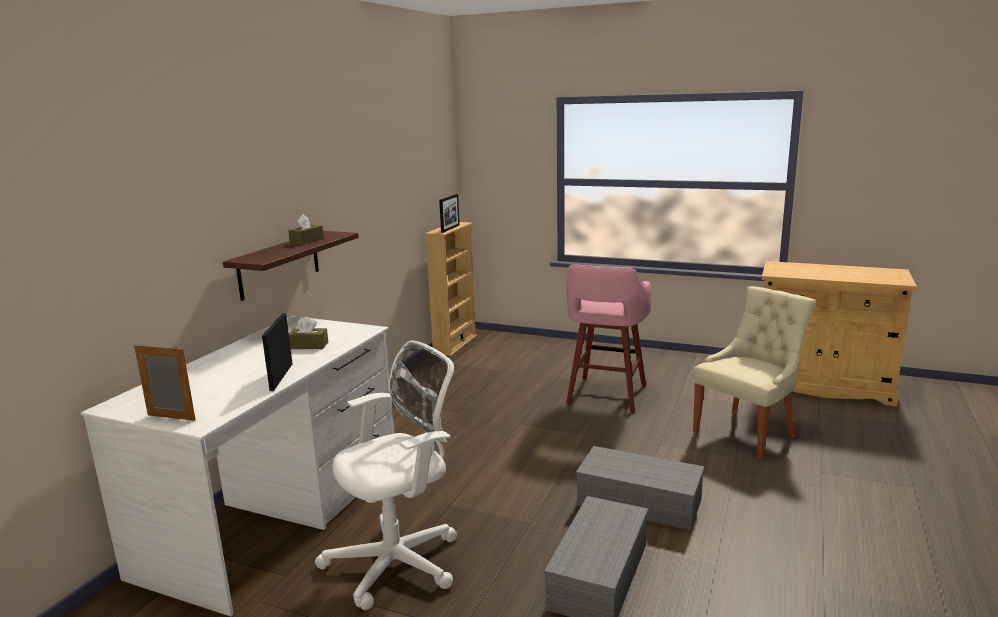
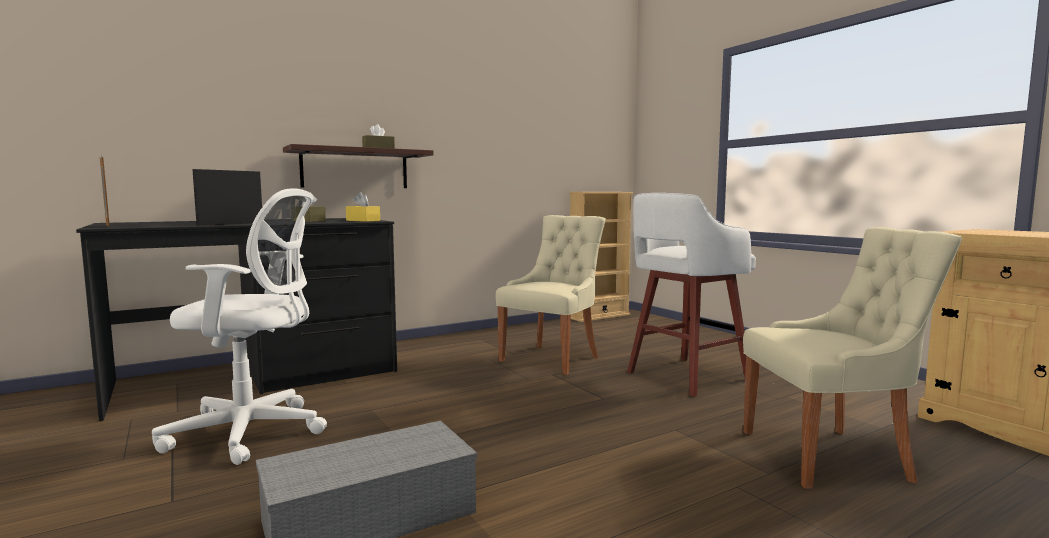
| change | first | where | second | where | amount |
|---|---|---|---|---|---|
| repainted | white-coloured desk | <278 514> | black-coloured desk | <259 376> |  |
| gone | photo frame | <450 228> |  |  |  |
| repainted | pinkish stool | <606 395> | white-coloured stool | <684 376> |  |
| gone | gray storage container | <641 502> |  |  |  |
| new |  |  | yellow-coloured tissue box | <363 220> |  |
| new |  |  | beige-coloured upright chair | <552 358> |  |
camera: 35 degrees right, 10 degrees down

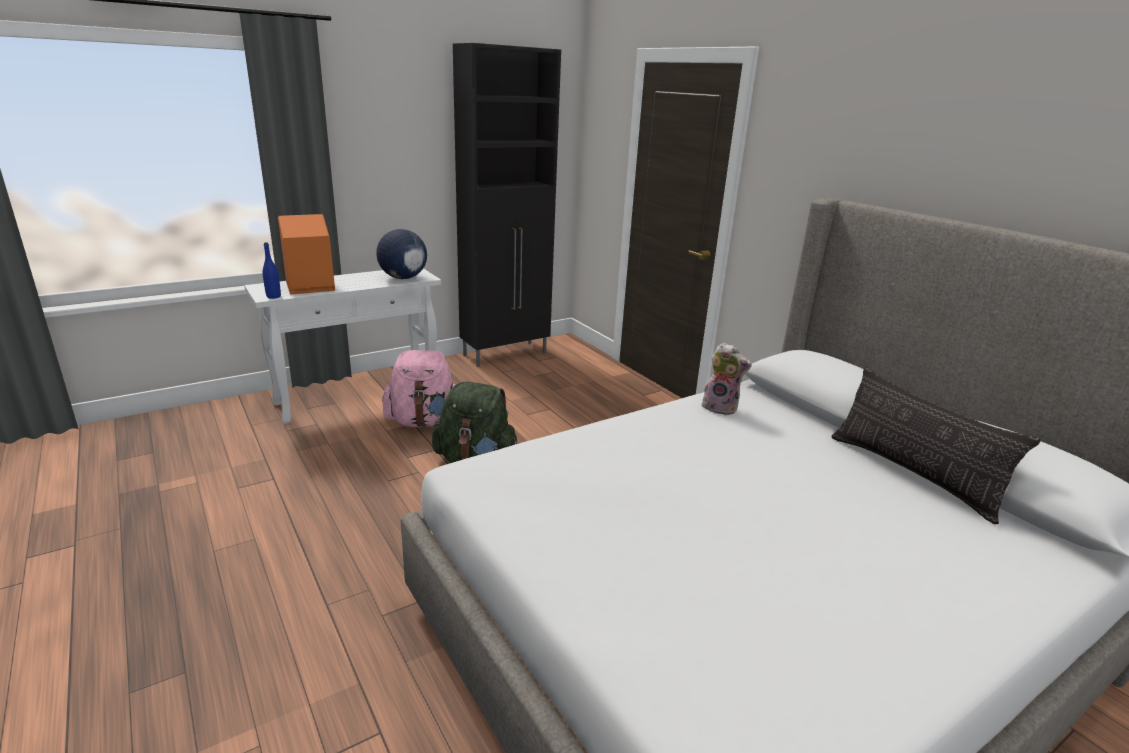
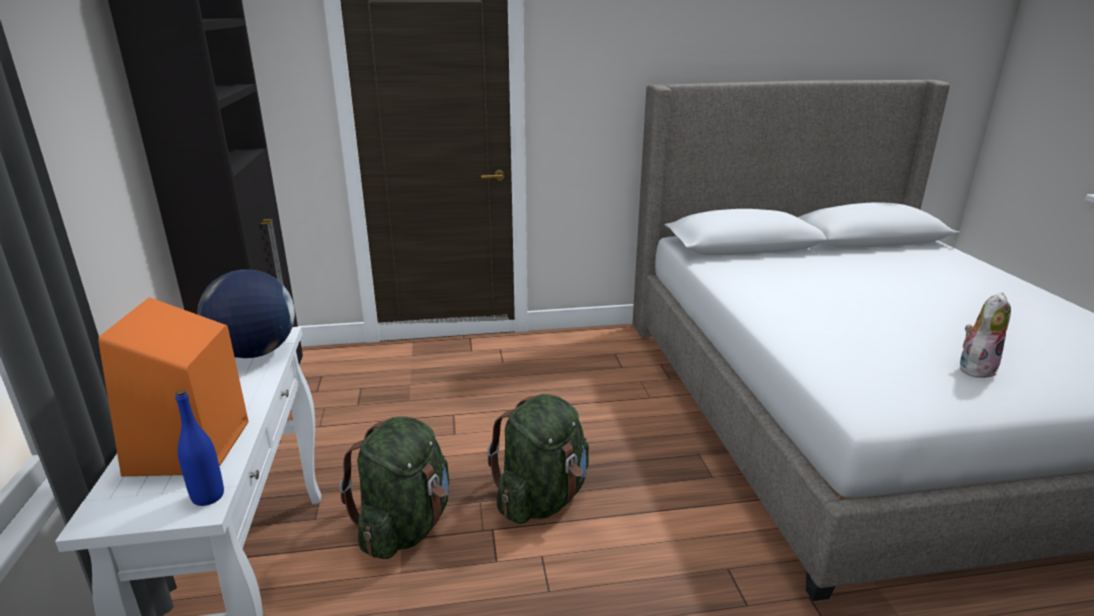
| change | first | where | second | where | amount |
|---|---|---|---|---|---|
| repainted | pinkish rucksack | <424 421> | greenish rucksack | <405 526> |  |
| shifted | plush toy | <721 407> |  | <975 367> |  |
| gone | throw pillow | <912 474> |  |  |  |
camera: 65 degrees left, 0 degrees up

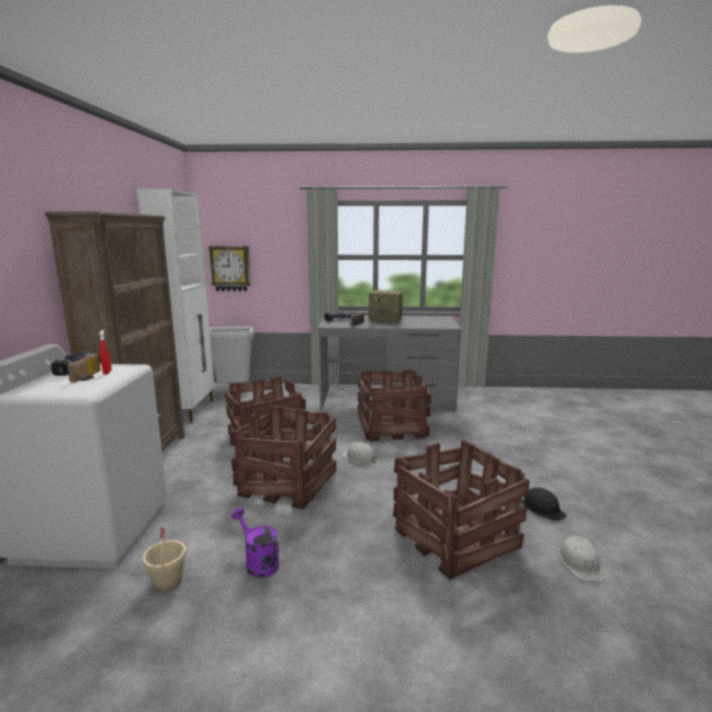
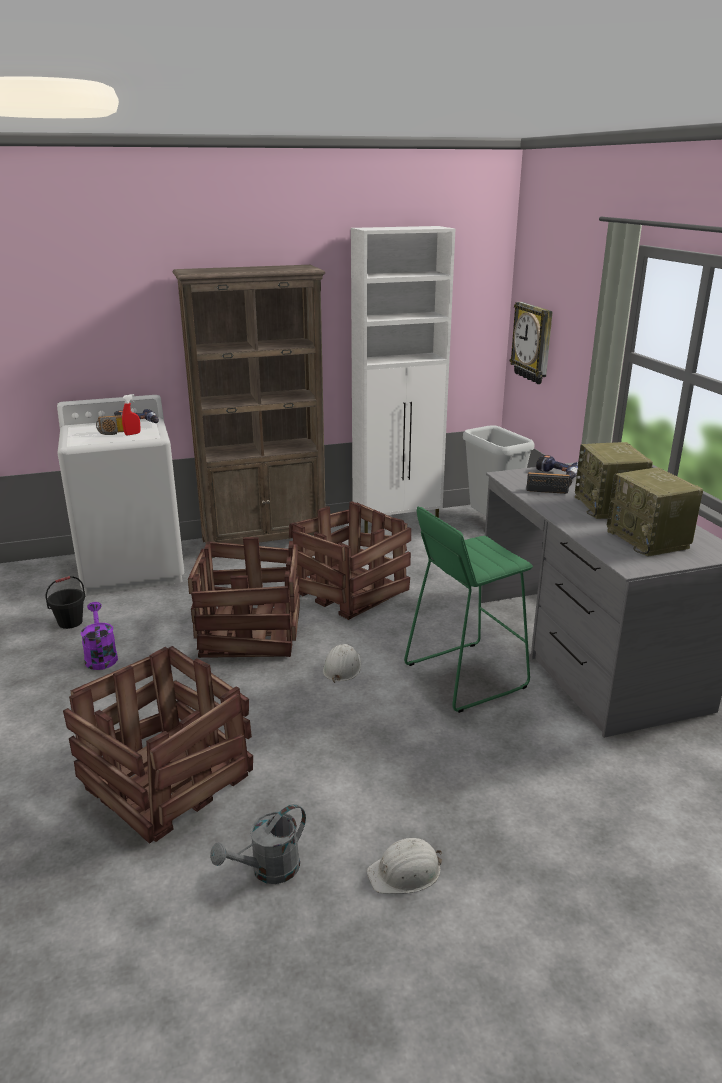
| change | first | where | second | where | amount |
|---|---|---|---|---|---|
| repainted | beige-coloured water bucket | <167 581> | black-coloured water bucket | <70 622> |  |
| rotated | purplish watering can | <258 562> |  | <100 656> | 45 degrees counterclockwise |
| swapped | crate | <390 428> | greenish stool | <465 675> |  |
| swapped | black-coloured work helmet | <542 508> | gray watering can | <268 870> |  |
| shifted | white-coloured work helmet | <580 563> |  | <405 872> |  |
| new |  |  | radio receiver | <649 540> |  |
camera: 70 degrees right, 10 degrees up

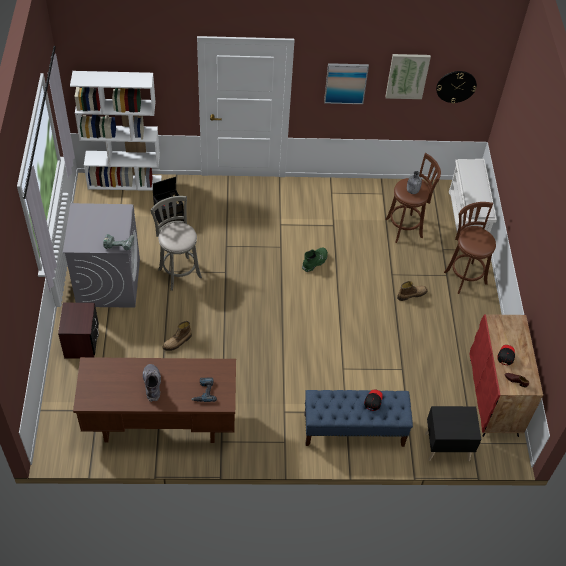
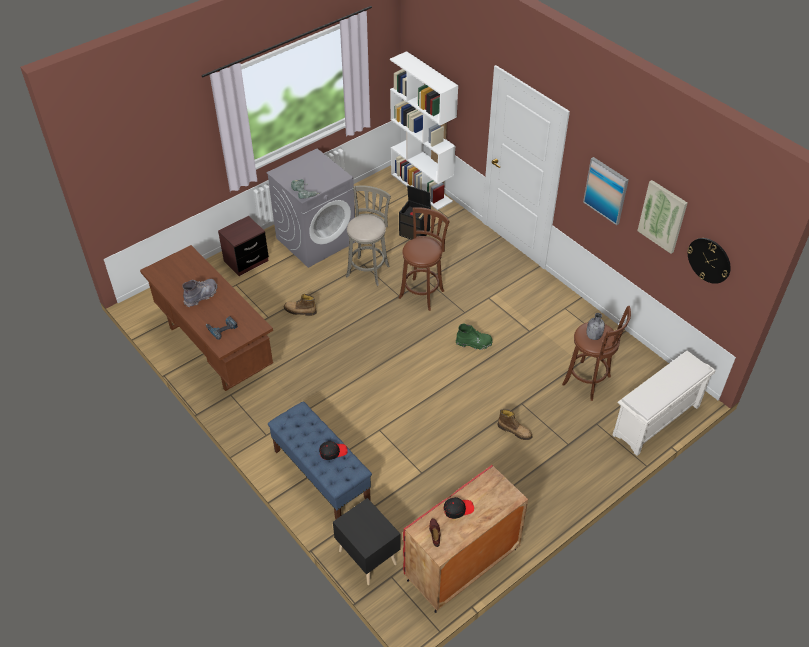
| change | first | where | second | where | amount |
|---|---|---|---|---|---|
| shifted | brownish stool | <464 276> |  | <422 293> |  |
camera: 55 degrees right, 5 degrees down

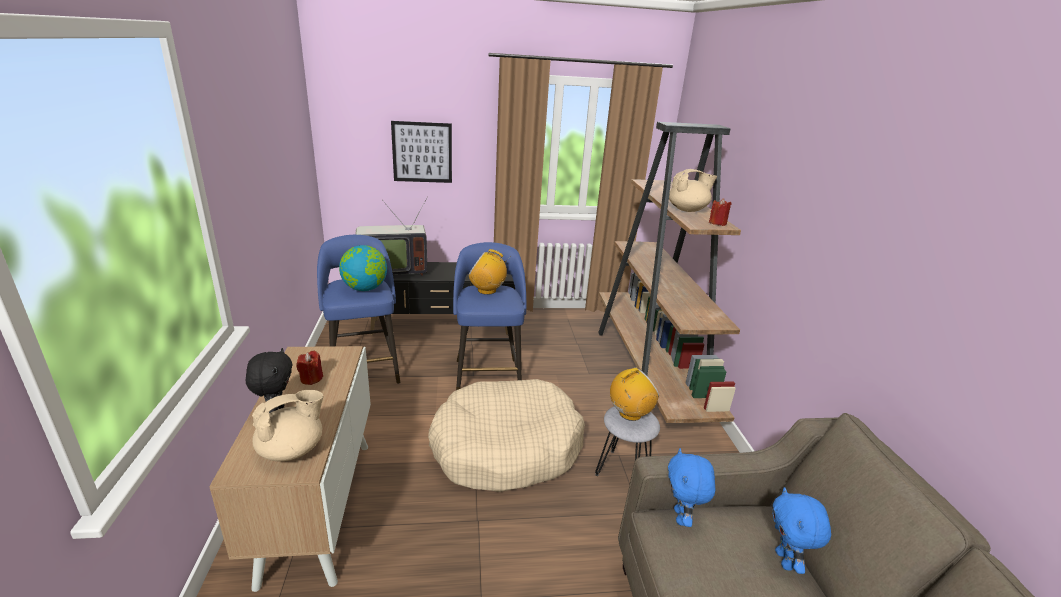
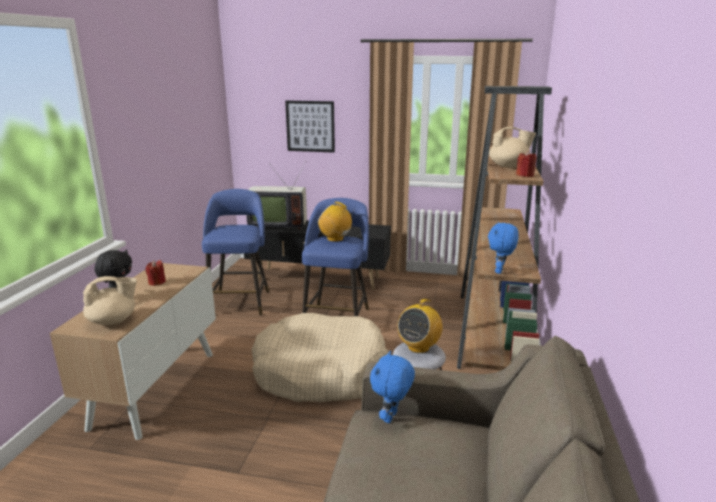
| change | first | where | second | where | amount |
|---|---|---|---|---|---|
| gone | desk globe | <365 289> |  |  |  |
| rotated | radio receiver | <630 413> |  | <418 347> | 135 degrees clockwise |
| shifted | bluish plush toy | <785 561> |  | <500 271> |  |
camera: 20 degrees right, 5 degrees down

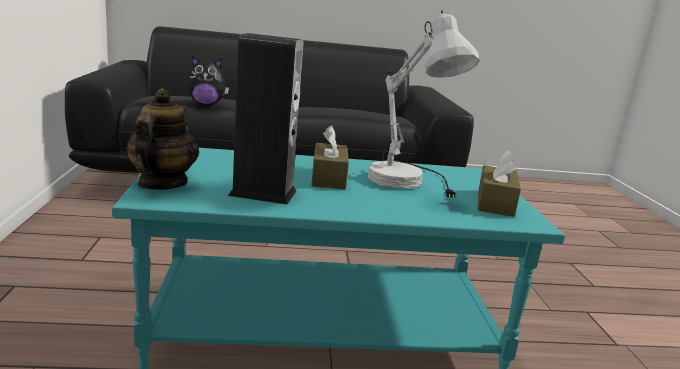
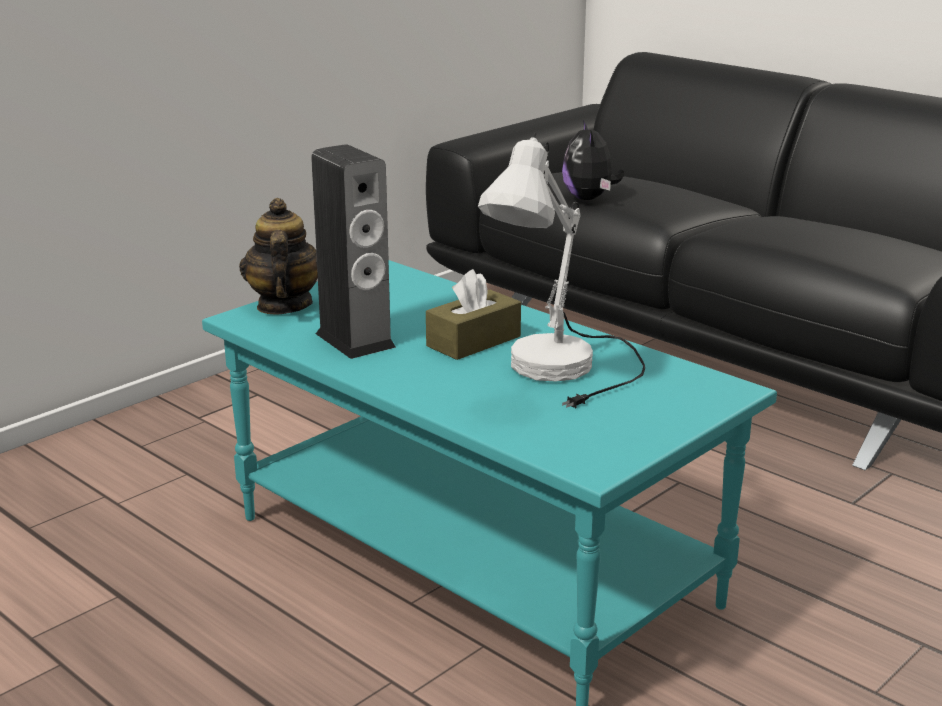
| change | first | where | second | where | amount |
|---|---|---|---|---|---|
| rotated | teapot | <162 183> |  | <283 306> | 60 degrees counterclockwise |
| rotated | plush toy | <206 104> |  | <589 198> | 45 degrees clockwise |
| gone | brownish tissue box | <495 203> |  |  |  |
camera: 50 degrees right, 5 degrees up

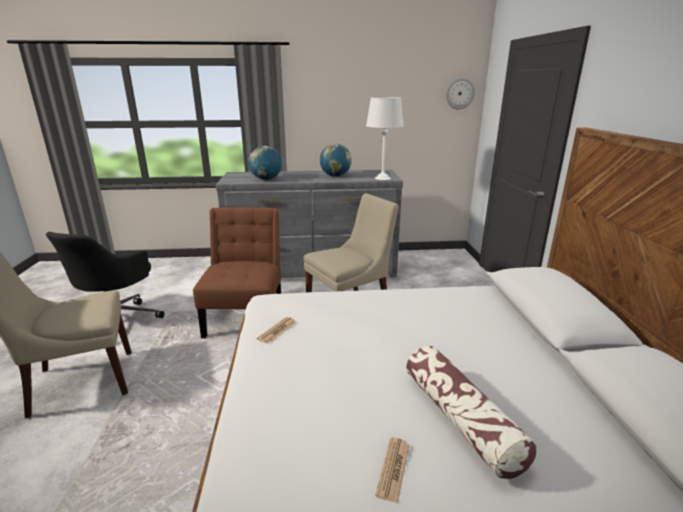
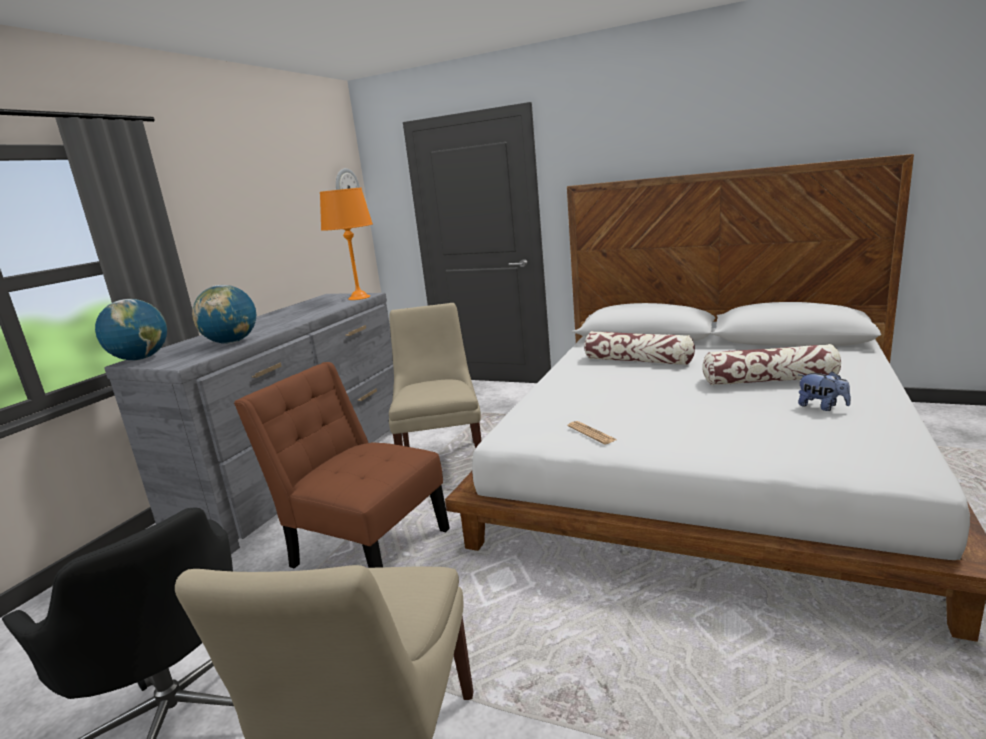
| change | first | where | second | where | amount |
|---|---|---|---|---|---|
| shifted | desk globe | <335 176> |  | <140 359> |  |
| repainted | white-coloured lamp for a table | <383 178> | orange-coloured lamp for a table | <359 297> |  |
| swapped | newspaper | <393 469> | plush toy | <822 407> |  |
| new |  |  | throw pillow | <638 361> |  |
camera: 60 degrees left, 5 degrees down

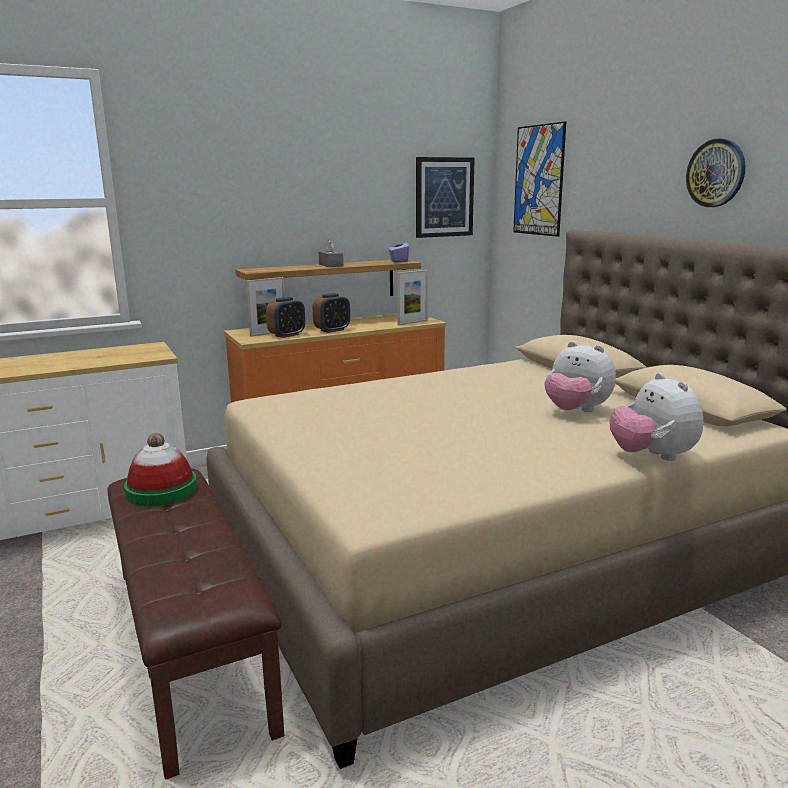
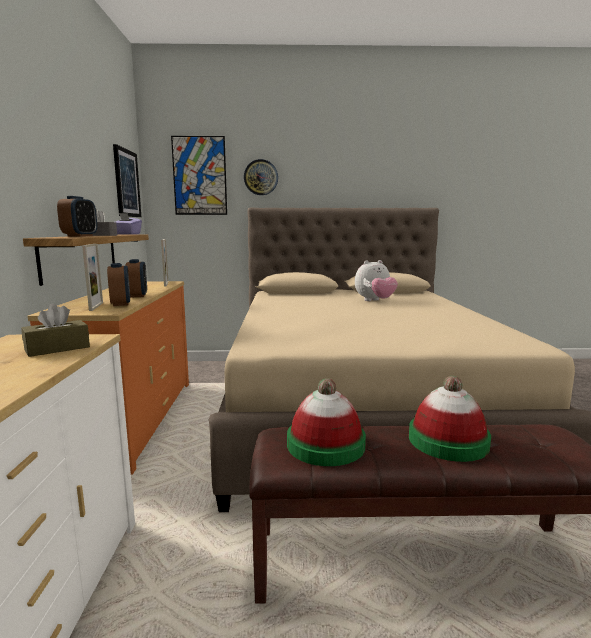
| change | first | where | second | where | amount |
|---|---|---|---|---|---|
| gone | plush toy | <652 456> |  |  |  |
| shifted | clock on the wall | <716 173> |  | <261 177> |  |
| new |  |  | brownish tissue box | <57 348> |  |
| new |  |  | table clock | <80 236> |  |
| new |  |  | hat | <448 441> |  |
camera: 65 degrees left, 5 degrees down

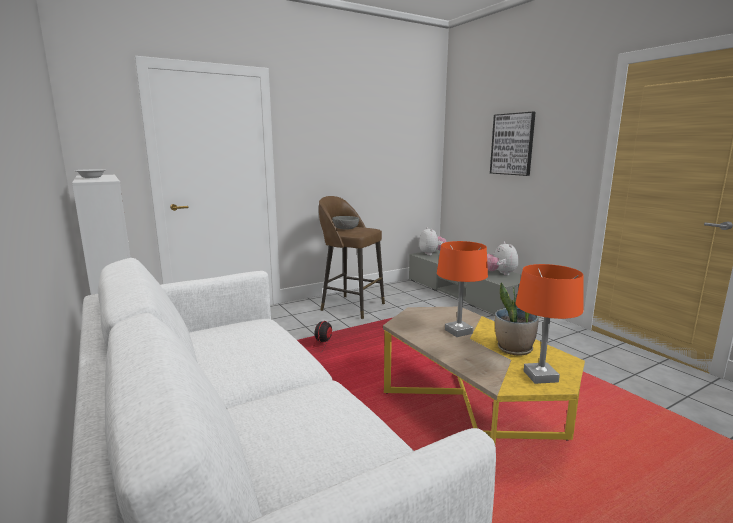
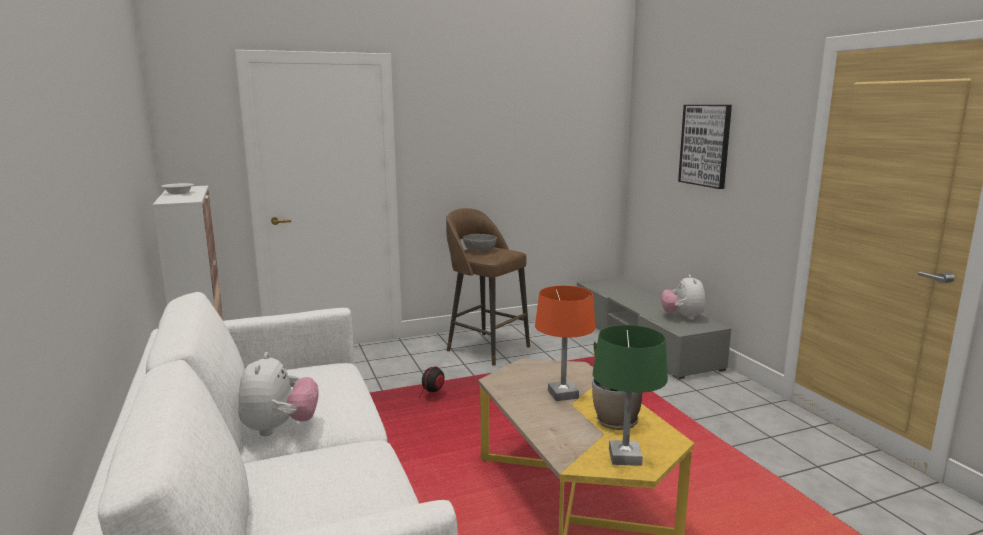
| change | first | where | second | where | amount |
|---|---|---|---|---|---|
| shifted | plush toy | <431 254> |  | <279 428> |  |
| repainted | orange-coloured lamp for a table | <540 377> | greenish lamp for a table | <625 457> |  |
camera: 10 degrees right, 0 degrees up

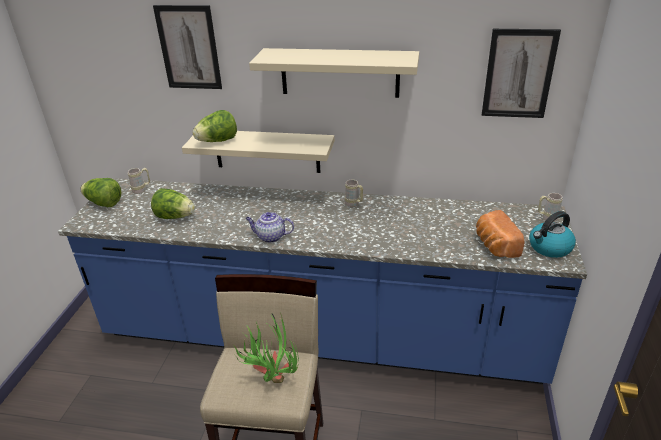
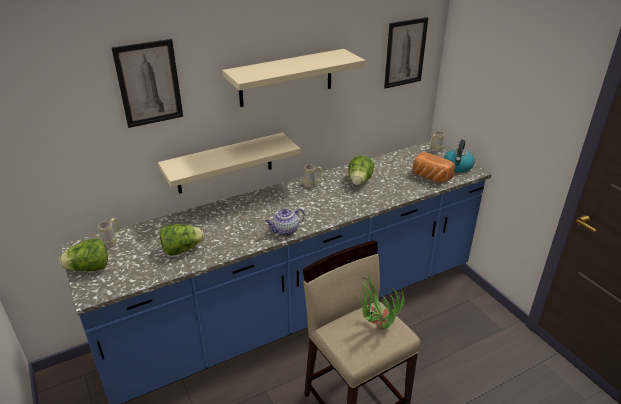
| change | first | where | second | where | amount |
|---|---|---|---|---|---|
| shifted | lettuce | <218 141> |  | <359 182> |  |
camera: 40 degrees left, 0 degrees up

